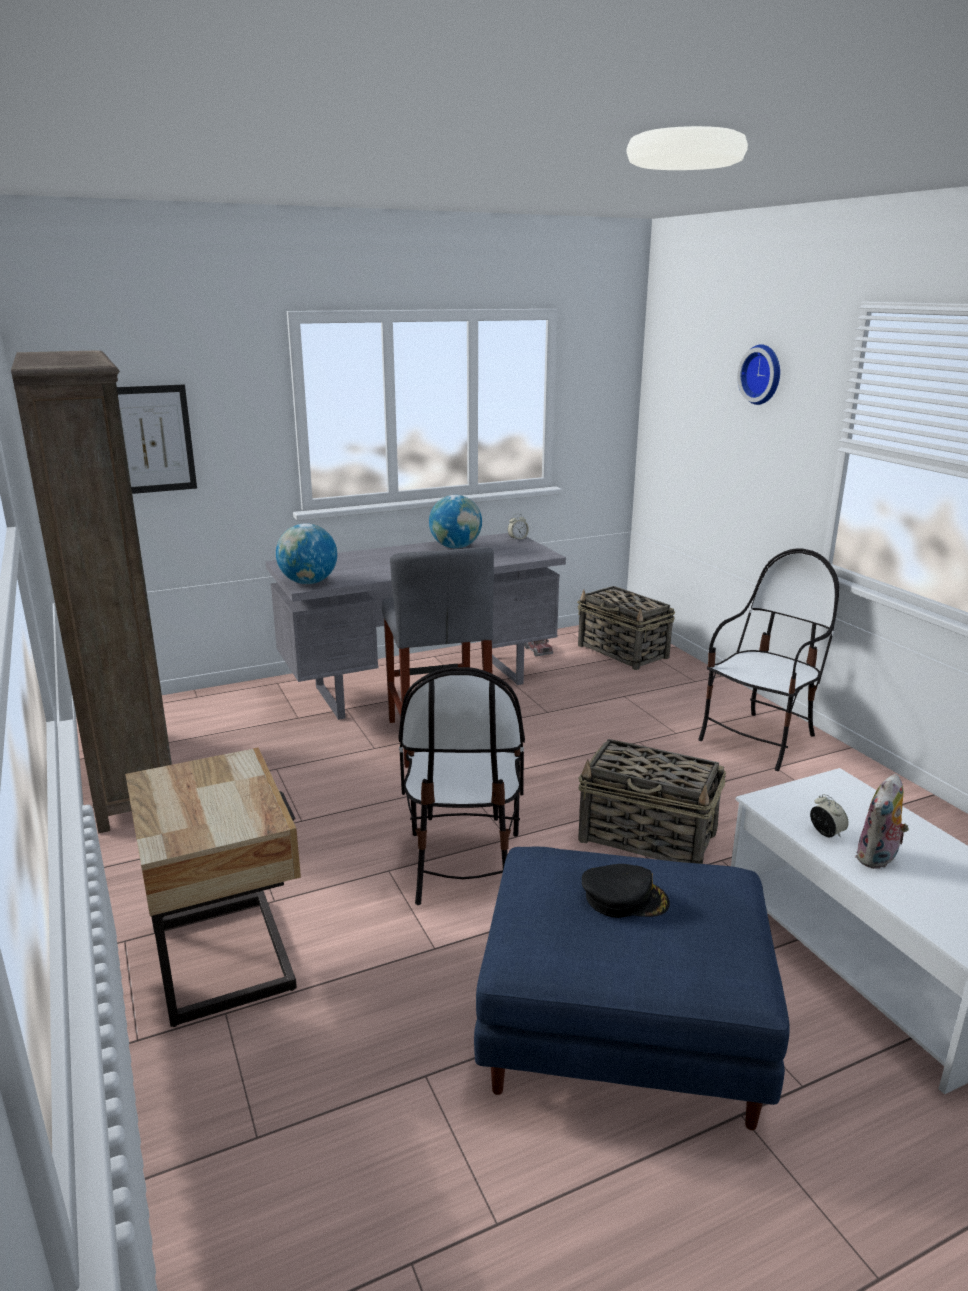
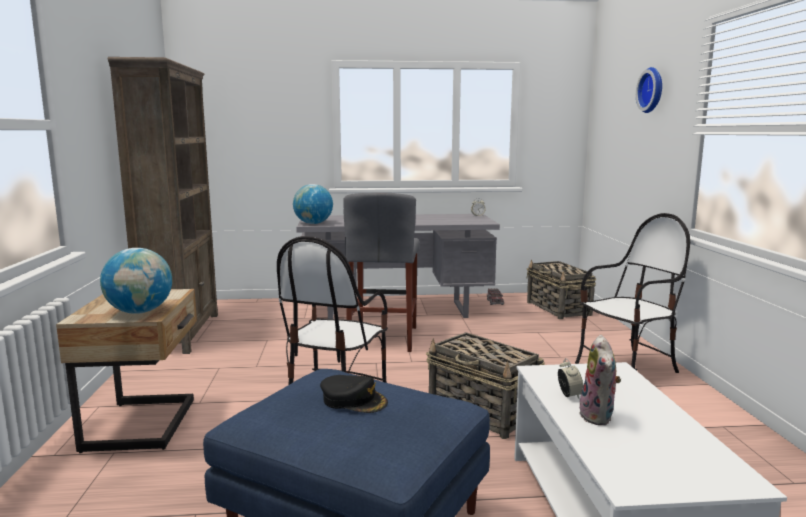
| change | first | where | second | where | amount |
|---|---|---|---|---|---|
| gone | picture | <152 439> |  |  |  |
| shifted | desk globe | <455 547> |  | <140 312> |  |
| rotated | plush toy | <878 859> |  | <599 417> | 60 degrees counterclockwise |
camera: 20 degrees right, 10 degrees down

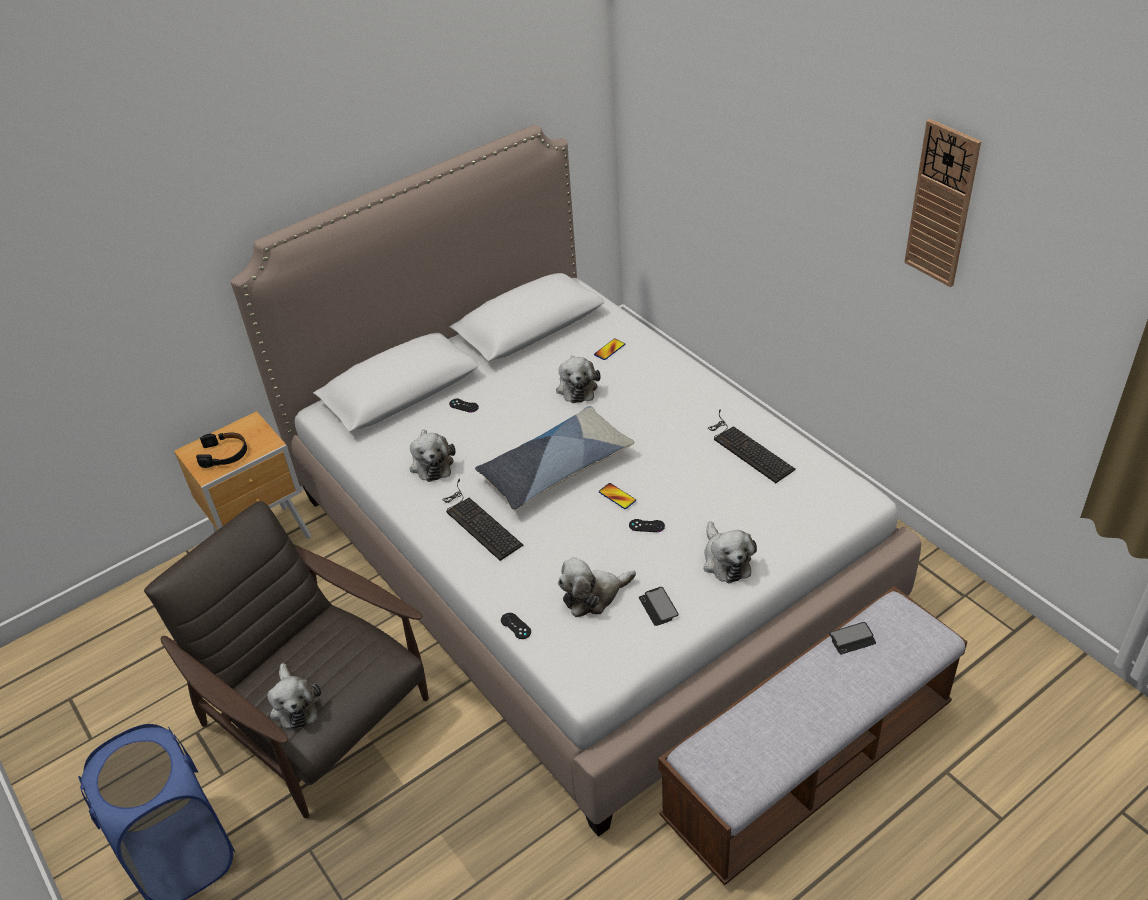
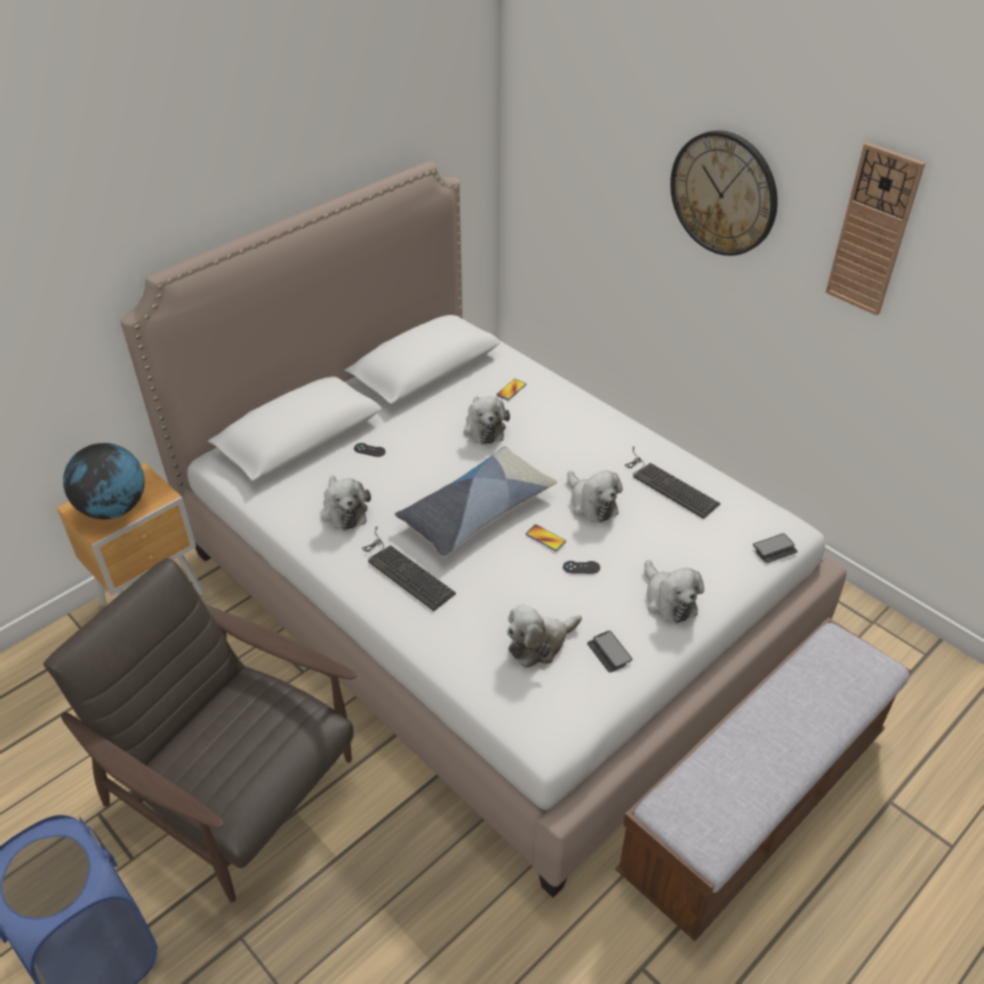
| change | first | where | second | where | amount |
|---|---|---|---|---|---|
| swapped | black-coloured headphones | <224 454> | desk globe | <114 509> |  |
| shifted | plush toy | <295 704> |  | <591 503> |  |
| gone | black-coloured game controller | <515 626> |  |  |  |
| shifted | handset | <852 639> |  | <774 549> |  |
| new |  |  | clock on the wall | <724 193> |  |
camera: 10 degrees left, 0 degrees up

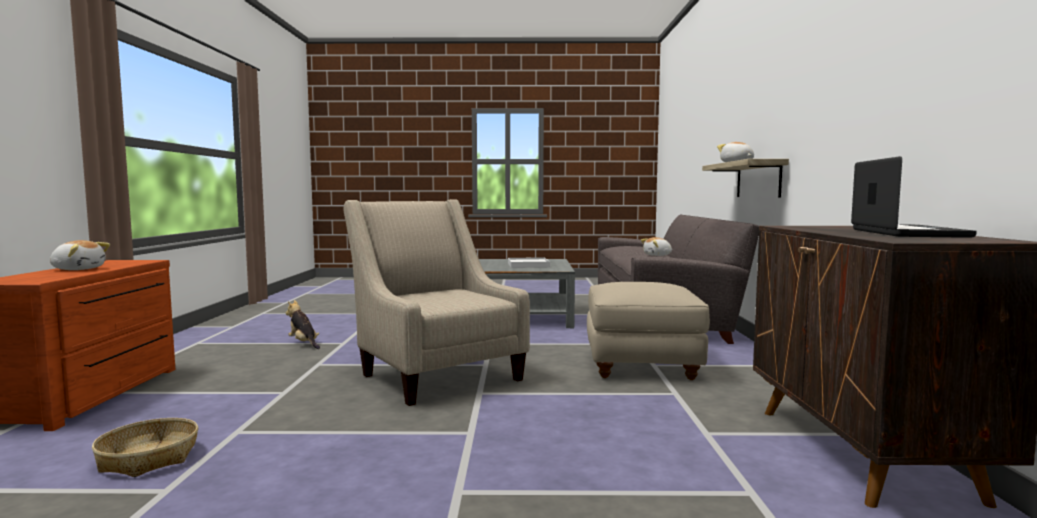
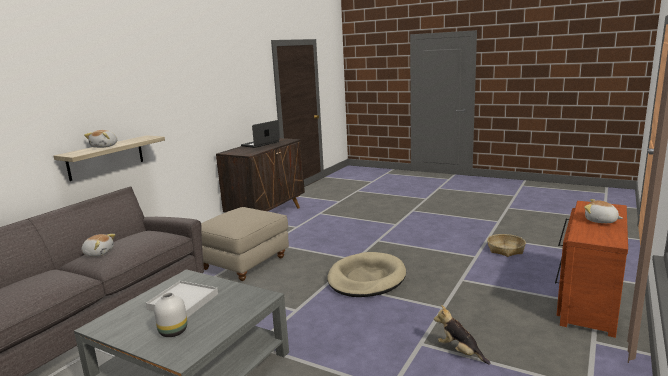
| change | first | where | second | where | amount |
|---|---|---|---|---|---|
| rotated | plush toy | <304 344> |  | <460 352> | 150 degrees clockwise |
| swapped | beige-coloured easy chair | <436 374> | beige-coloured dog bed | <366 278> |  |
| new |  |  | white-coloured decorative vase | <174 331> |  |
camera: 150 degrees left, 10 degrees up

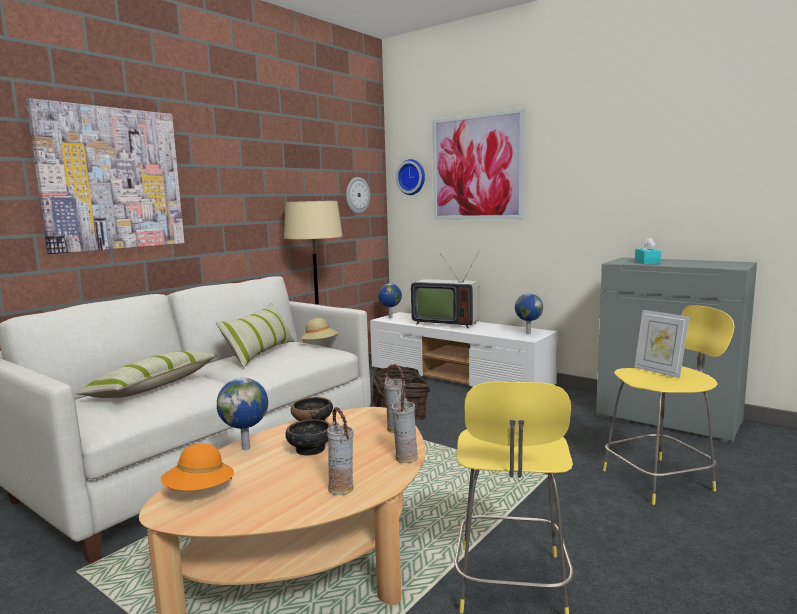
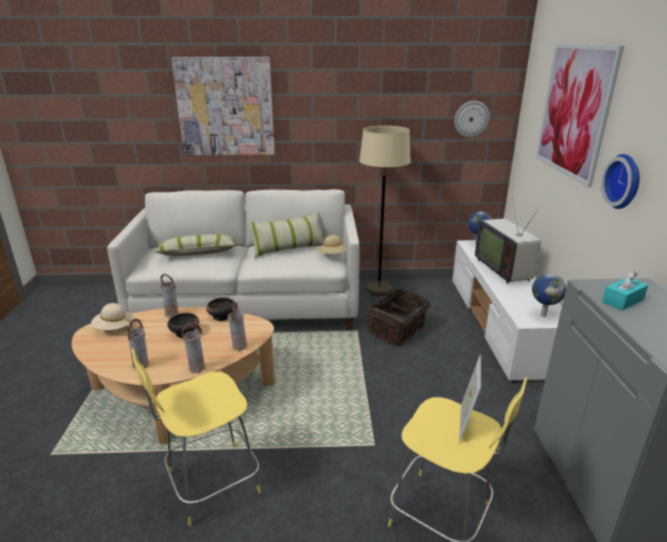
| change | first | where | second | where | amount |
|---|---|---|---|---|---|
| repainted | orange-coloured hat | <199 491> | beige-coloured hat | <114 328> |  |
| swapped | desk globe | <247 448> | decorative vase | <172 314> |  |
| shifted | clock on the wall | <412 177> |  | <625 181> |  |
camera: 50 degrees right, 15 degrees up

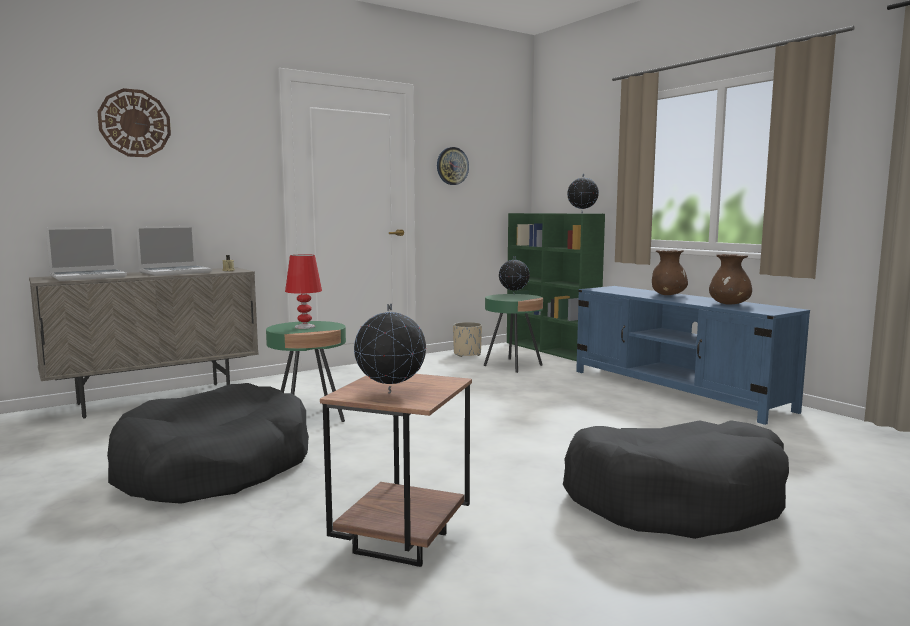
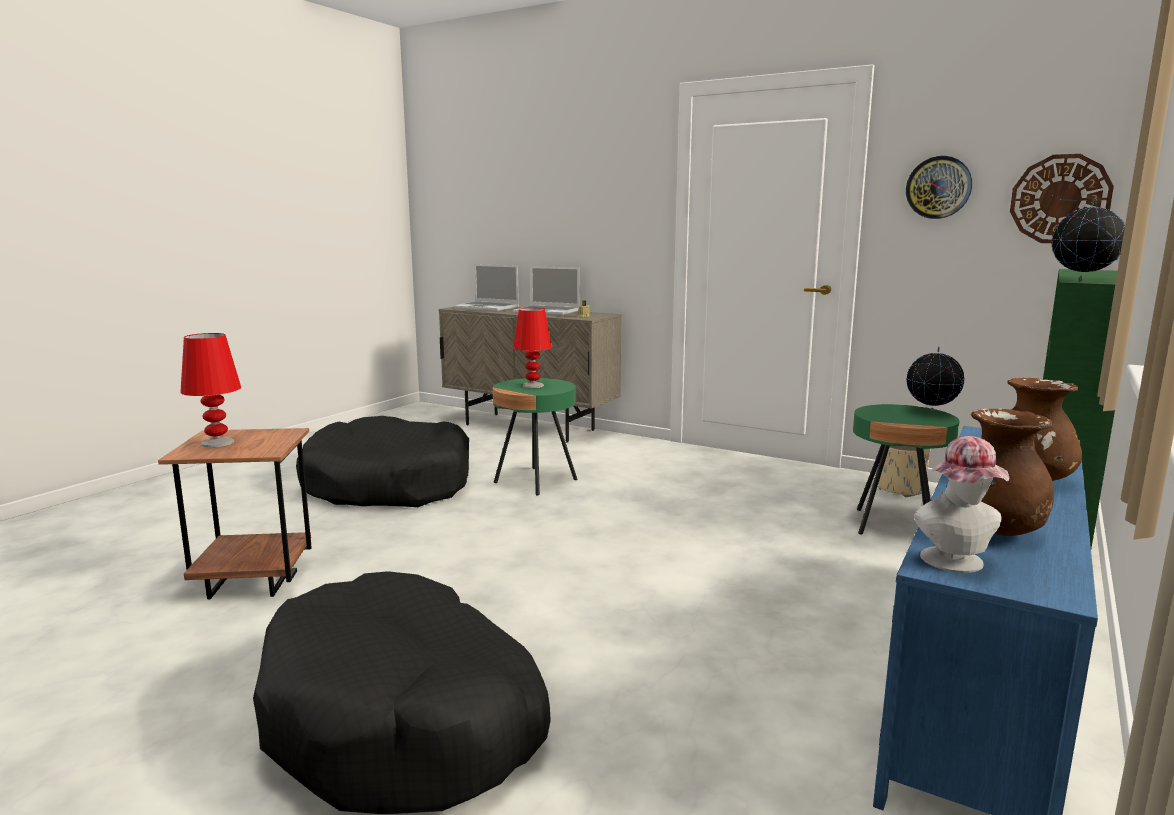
| change | first | where | second | where | amount |
|---|---|---|---|---|---|
| shifted | clock on the wall | <134 123> |  | <1060 199> |  |
| swapped | desk globe | <391 393> | red lamp for a table | <218 442> |  |
| new |  |  | hat | <956 563> |  |
camera: 65 degrees right, 5 degrees up

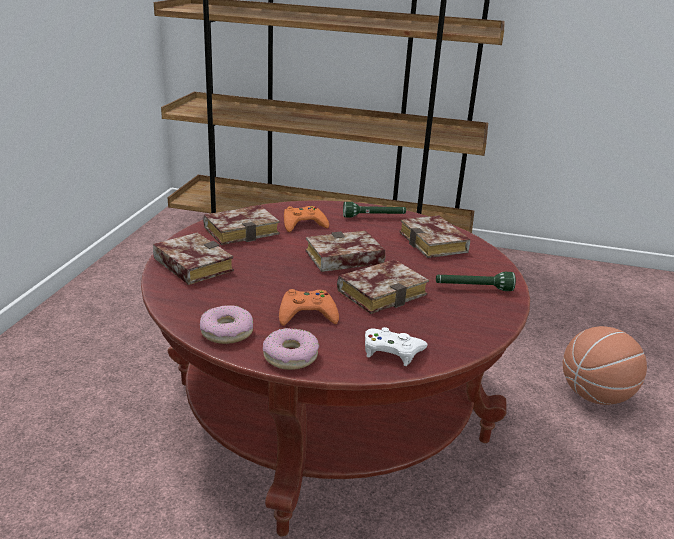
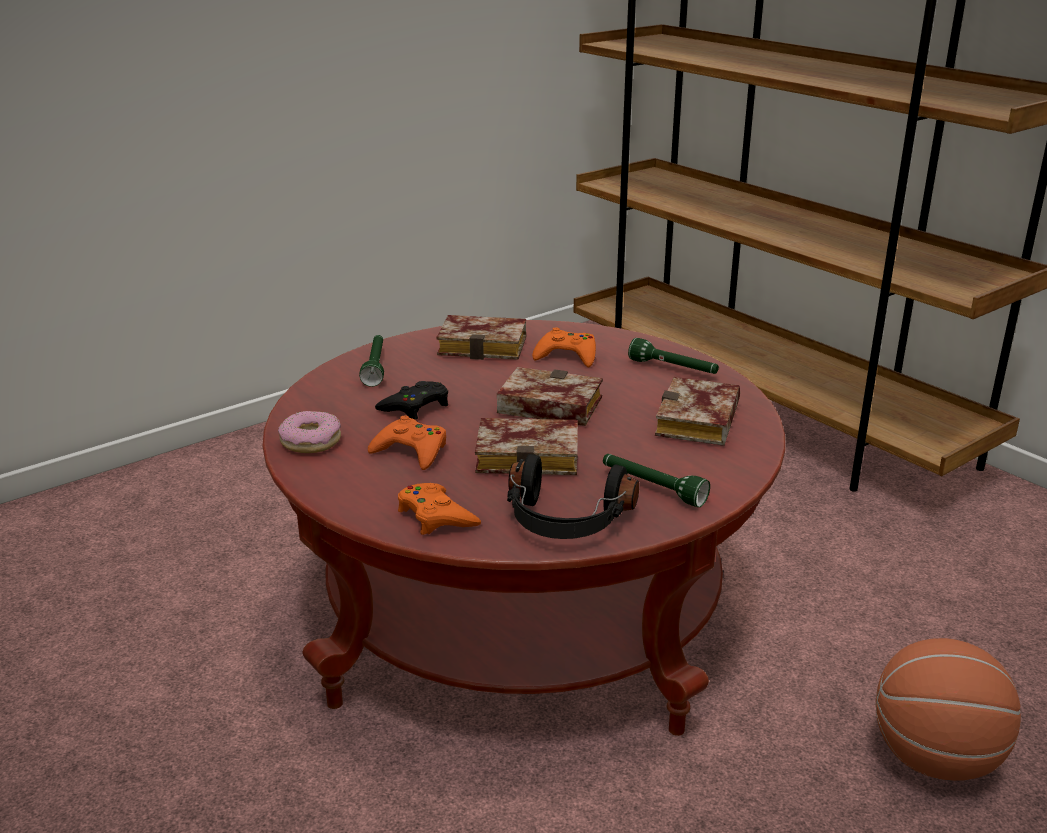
| change | first | where | second | where | amount |
|---|---|---|---|---|---|
| swapped | bound book | <189 265> | greenish torch | <375 367> |  |
| gone | ring doughnut | <290 356> |  |  |  |
| repainted | white-coloured game controller | <392 351> | orange-coloured game controller | <436 516> |  |
| new |  |  | black-coloured game controller | <415 406> |  |
| new |  |  | black-coloured headphones | <565 521> |  |
camera: 40 degrees right, 0 degrees up

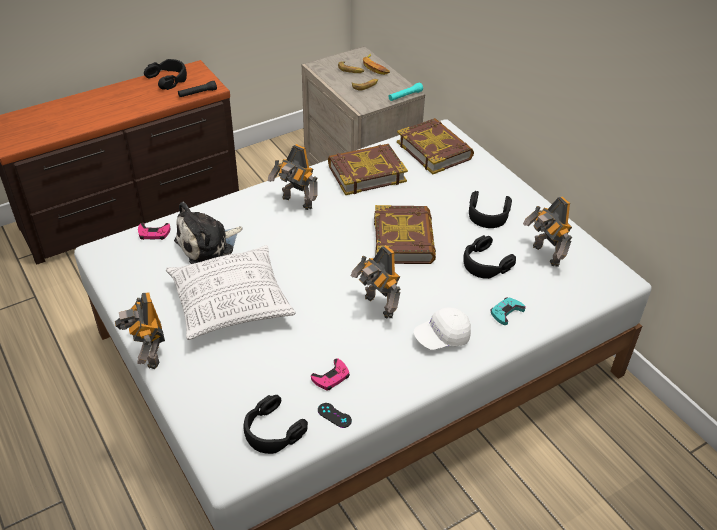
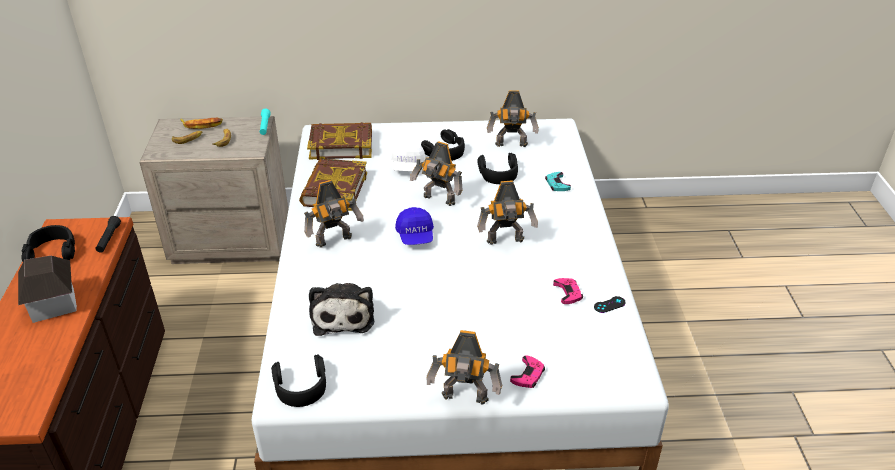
| change | first | where | second | where | amount |
|---|---|---|---|---|---|
| shifted | pinkish game controller | <154 233> |  | <528 375> |  |
| gone | throw pillow | <230 304> |  |  |  |
| shifted | black-coloured headphones | <272 431> |  | <301 386> |  |
| swapped | bound book | <404 240> | model robot | <438 200> |  |
| shifted | white-coloured baseball cap | <442 337> |  | <407 166> |  |
| new |  |  | miniature house | <53 304> |  |
| new |  |  | bluish baseball cap | <415 236> |  |
camera: 60 degrees left, 5 degrees down

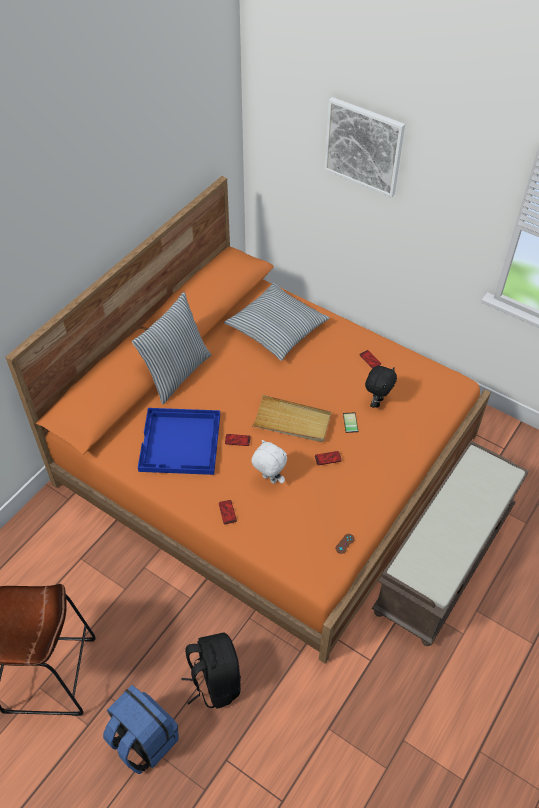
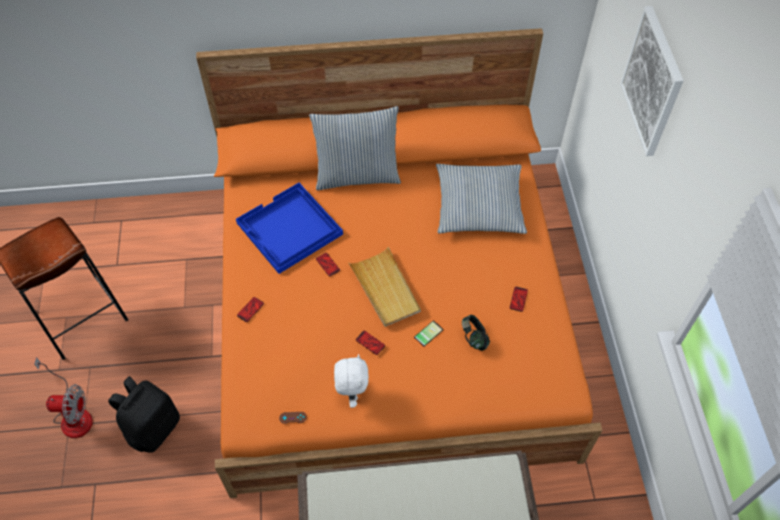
| change | first | where | second | where | amount |
|---|---|---|---|---|---|
| swapped | bluish rucksack | <143 740> | cooling fan | <72 414> |  |
| shifted | white-coloured plush toy | <268 479> |  | <352 393> |  |
| swapped | black-coloured plush toy | <377 402> | headphones | <474 338> |  |
camera: 50 degrees right, 5 degrees up

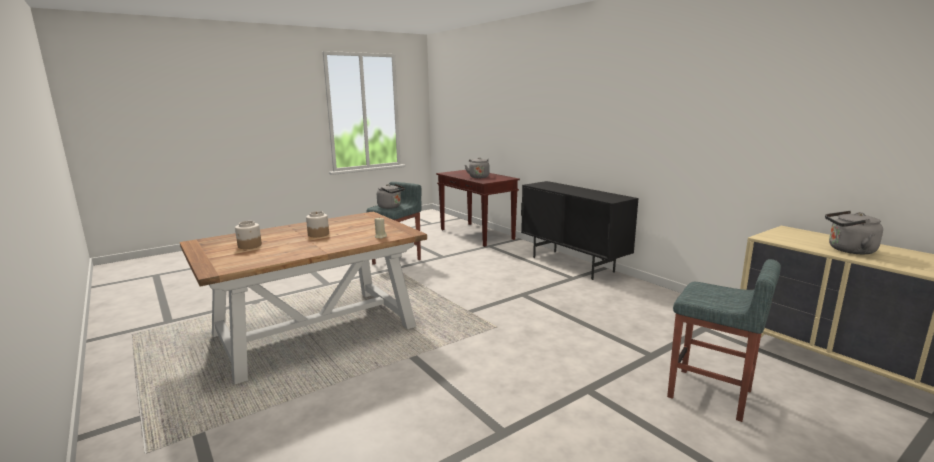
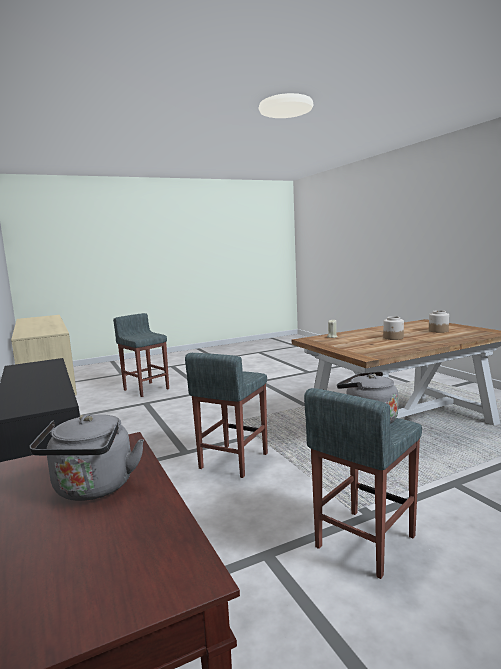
| change | first | where | second | where | amount |
|---|---|---|---|---|---|
| gone | gray kettle | <848 250> |  |  |  |
| new |  |  | gray stool | <233 461> |  |
camera: 170 degrees left, 5 degrees down

